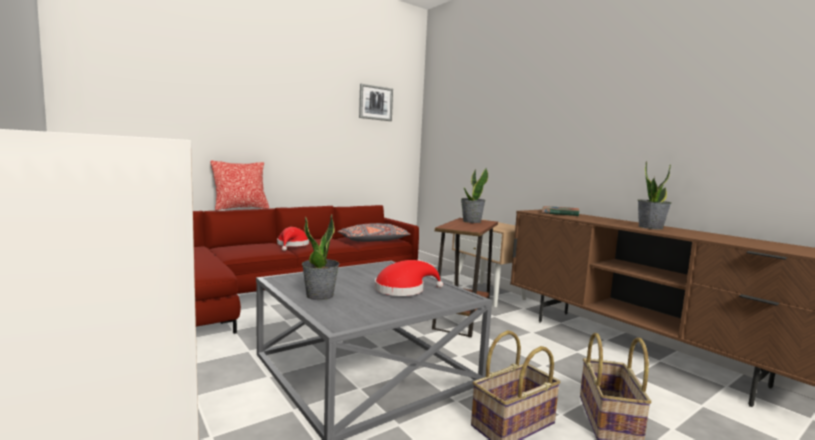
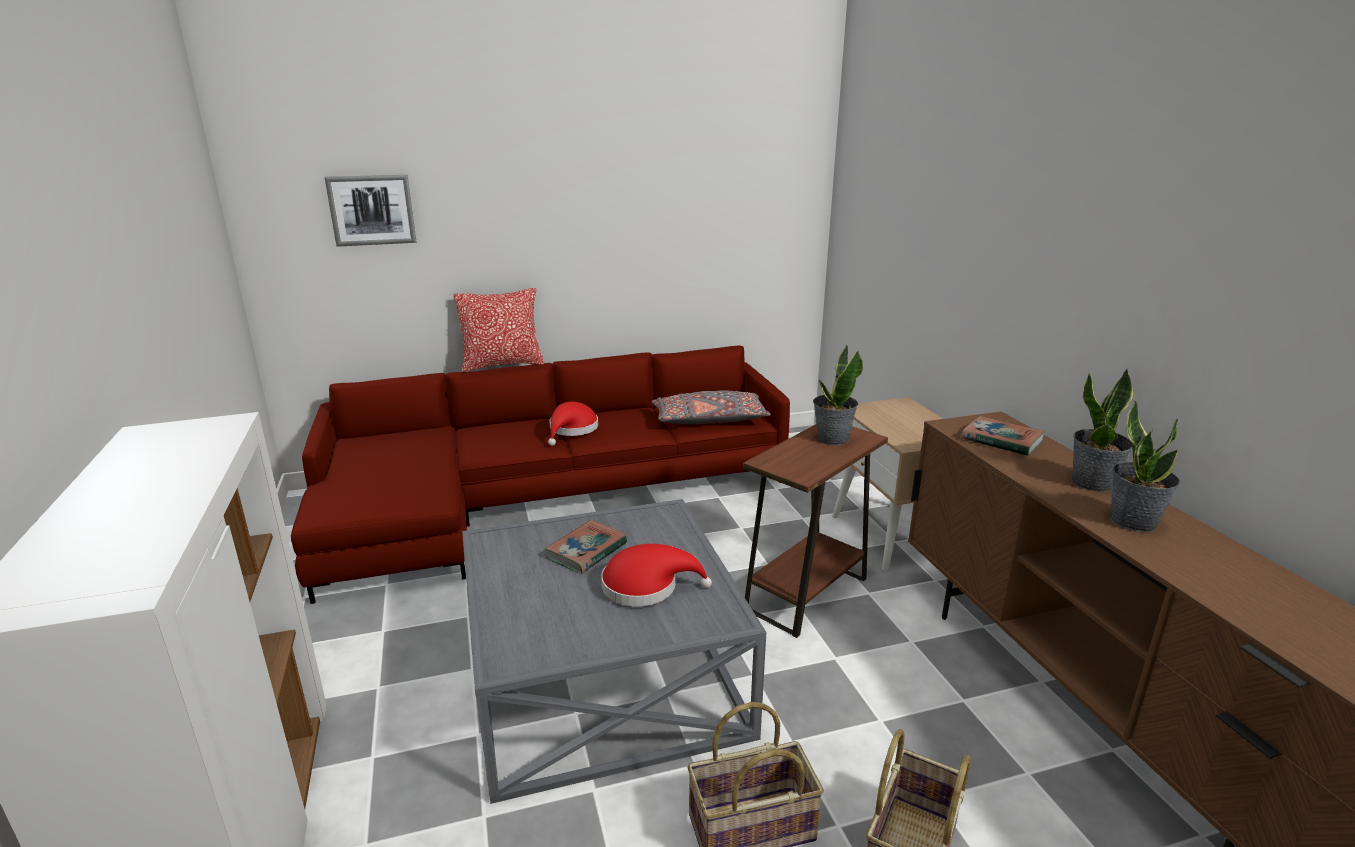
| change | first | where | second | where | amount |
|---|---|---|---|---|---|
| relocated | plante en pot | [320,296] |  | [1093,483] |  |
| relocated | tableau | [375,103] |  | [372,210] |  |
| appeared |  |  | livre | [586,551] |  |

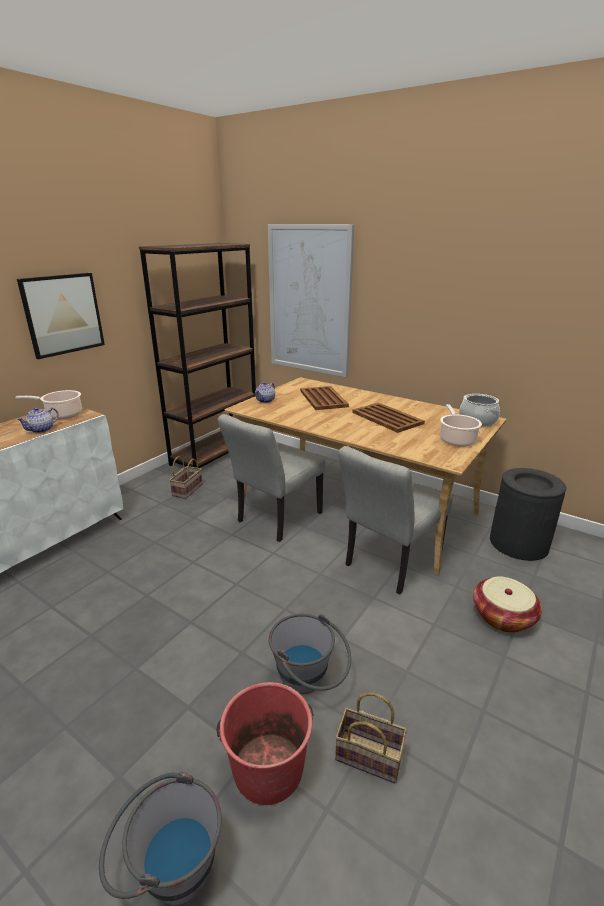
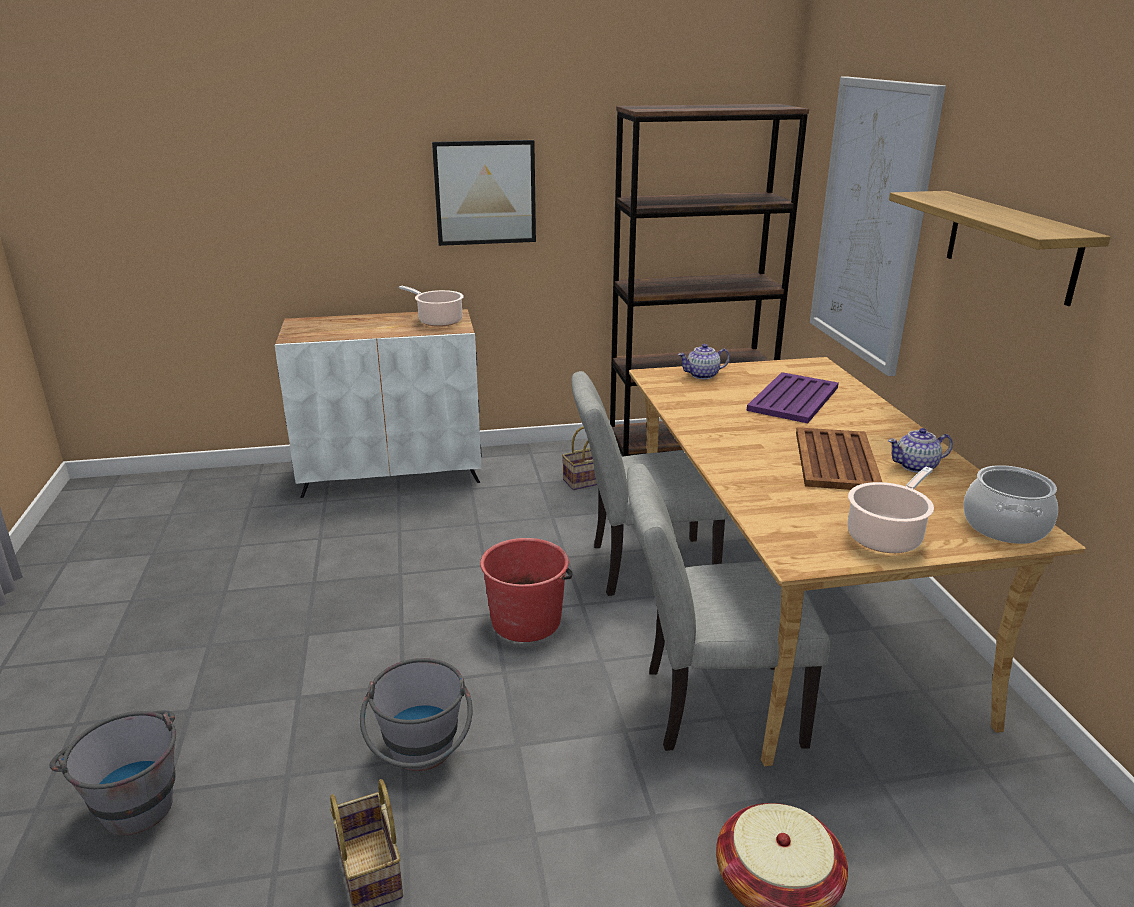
| change | first | where | second | where | amount |
|---|---|---|---|---|---|
| relocated | théière | [42,430] |  | [916,466] |  |
| relocated | seau (rouge) | [268,767] |  | [526,620] |  |
| colour | plateau (marron) | [323,398] | plateau (violet) | [794,398] |  |
| missing | poubelle (noir) | [518,543] |  |  |  |
| appeared |  |  | étagère | [1010,245] |  |

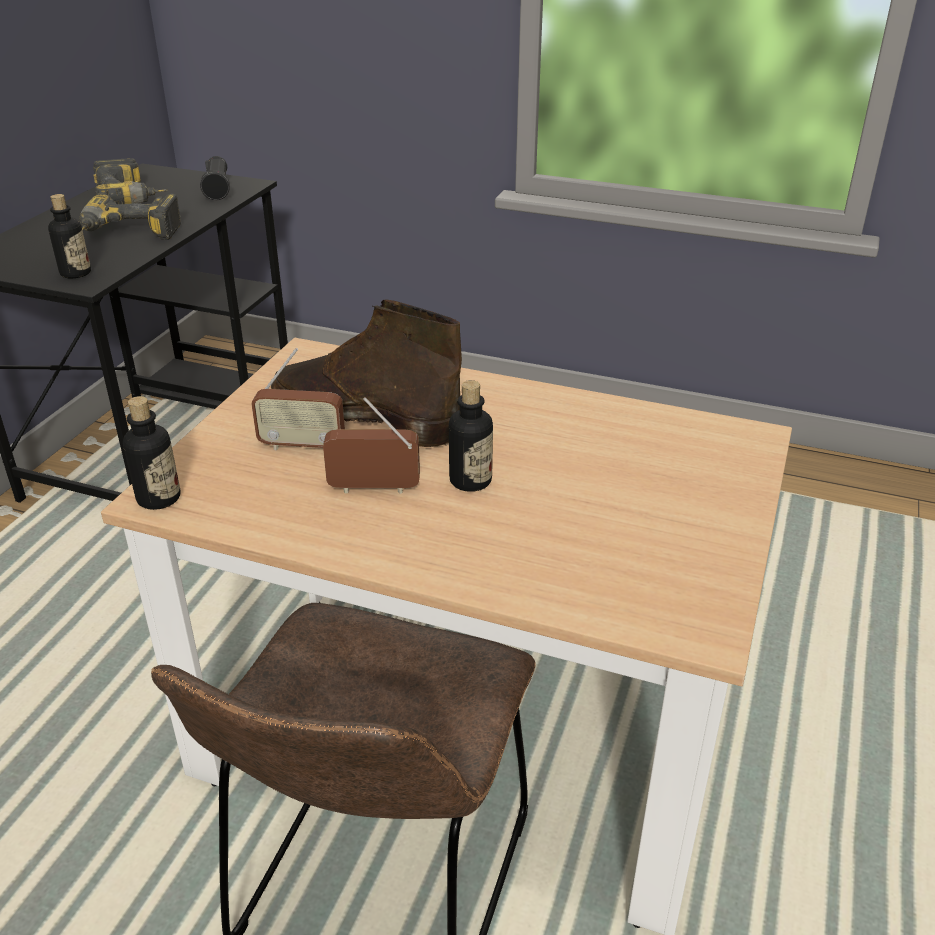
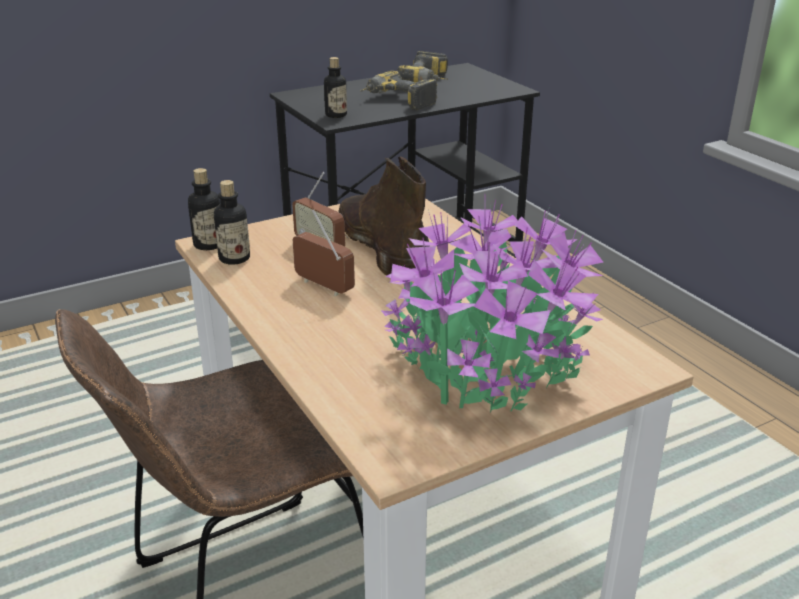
| change | first | where | second | where | amount |
|---|---|---|---|---|---|
| missing | lampe de poche (noir) | [218,189] |  |  |  |
| relocated | bouteille | [470,480] |  | [234,258] |  |
| appeared |  |  | plante en pot | [484,367] |  |

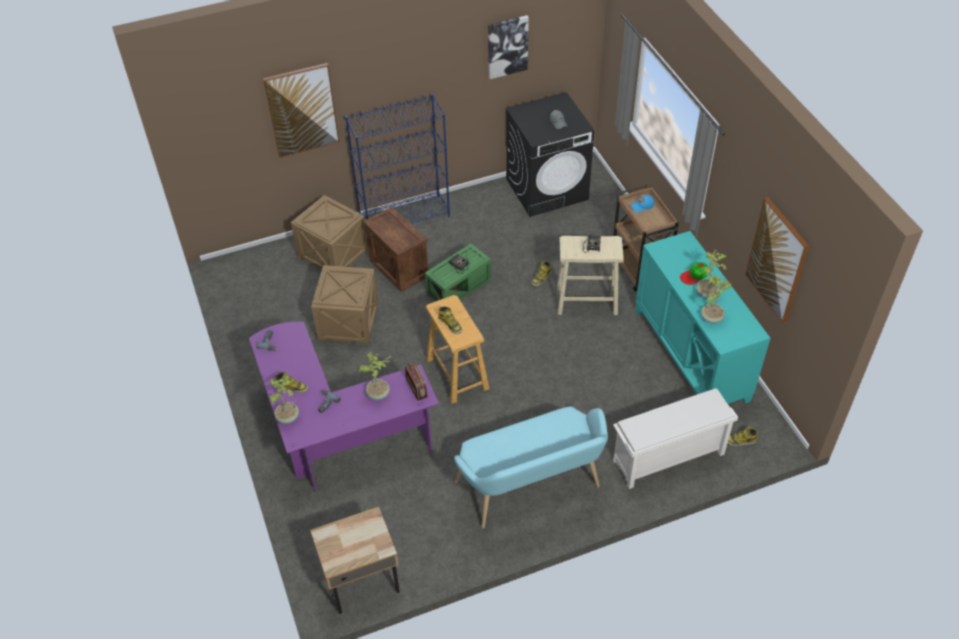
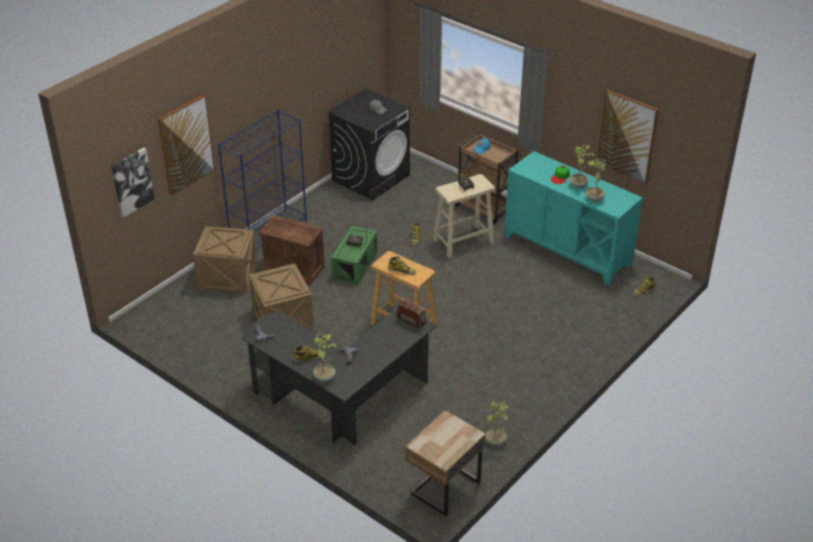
| change | first | where | second | where | amount |
|---|---|---|---|---|---|
| colour | bureau (violet) | [335,435] | bureau (noir) | [339,401] |  |
| relocated | plante en pot | [378,394] |  | [496,441] |  |
| missing | banc (turquoise) | [531,488] |  |  |  |
| relocated | tableau | [507,46] |  | [132,181] |  |
| missing | étagère à chaussures (blanc) | [667,458] |  |  |  |

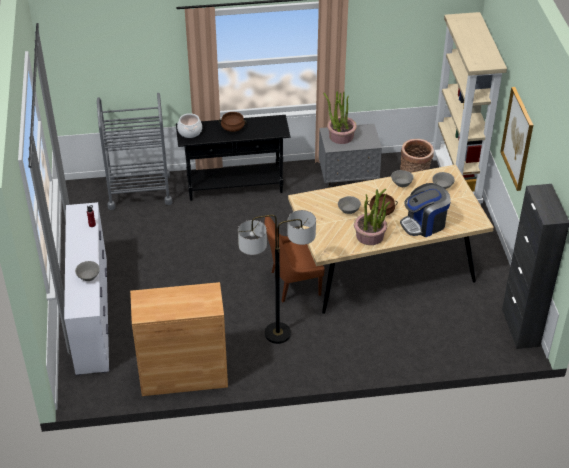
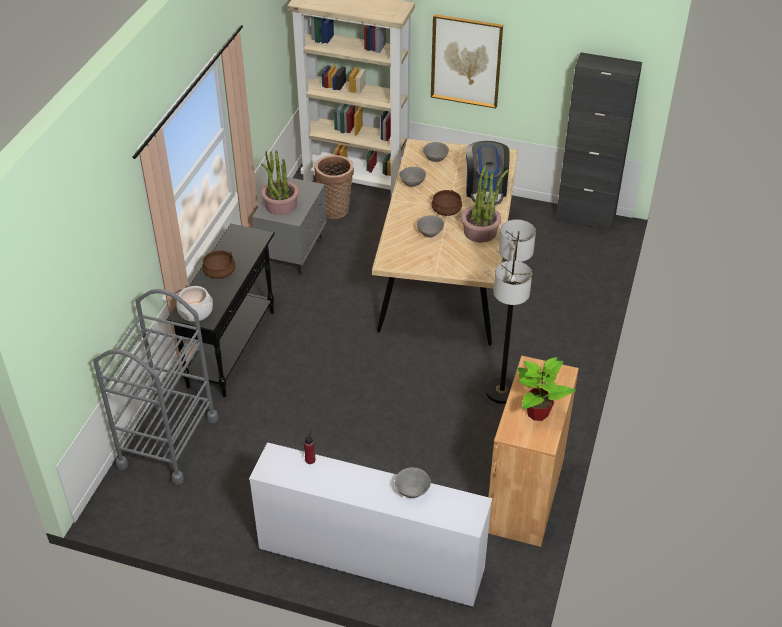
| change | first | where | second | where | amount |
|---|---|---|---|---|---|
| missing | chaise (marron) | [293,284] |  |  |  |
| appeared |  |  | plante en pot | [538,412] |  |

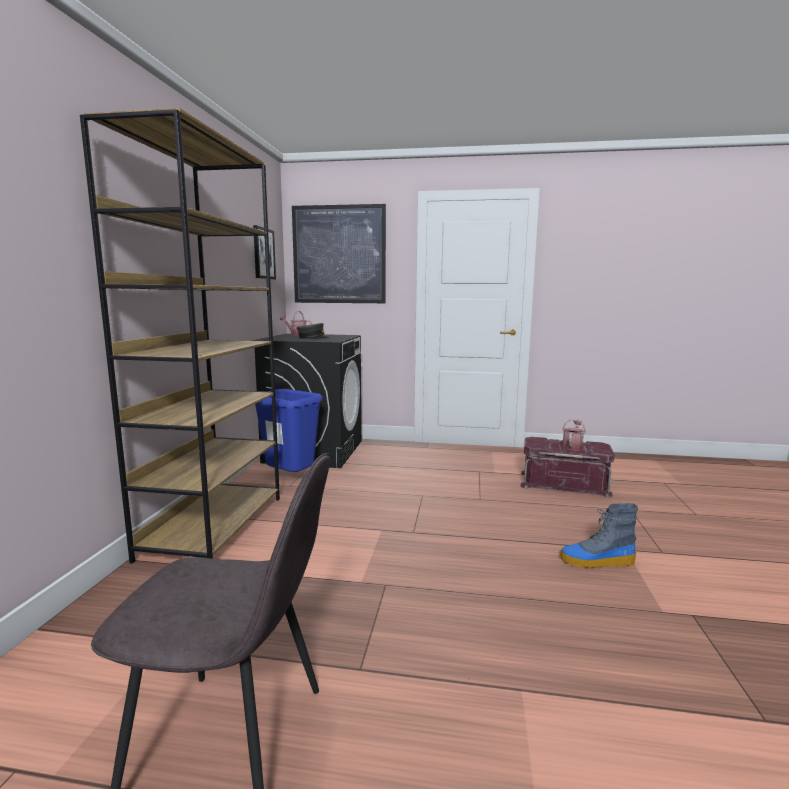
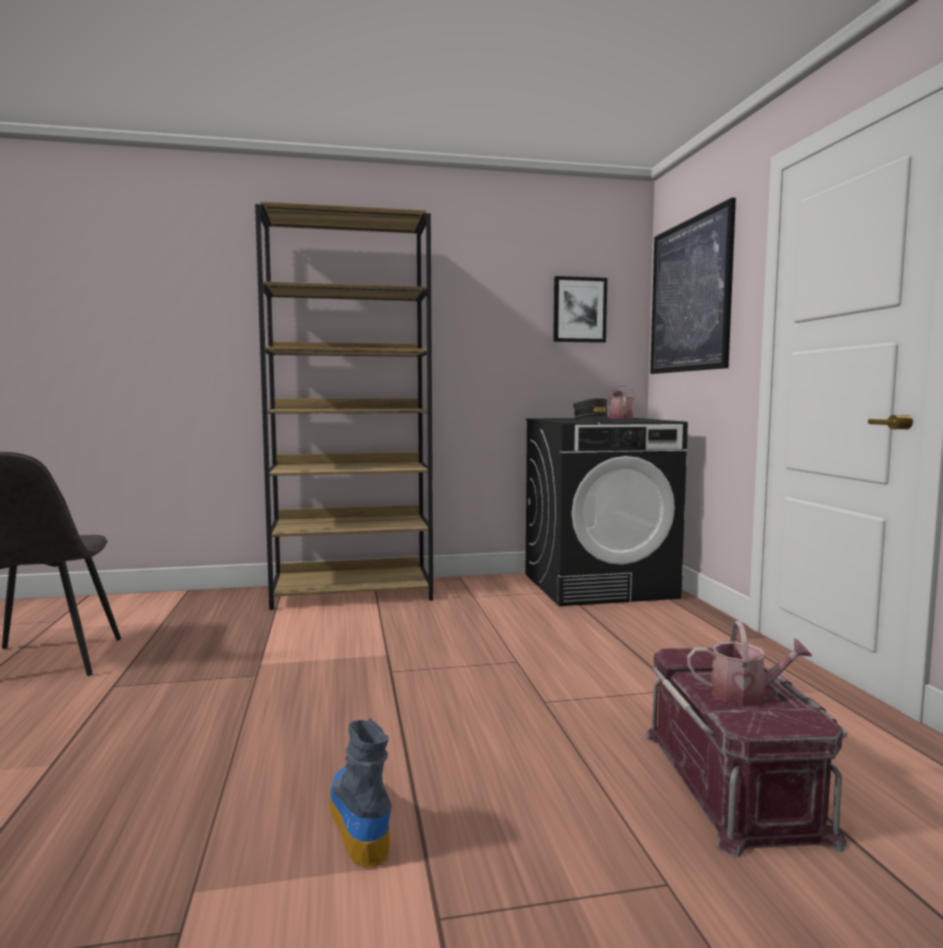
| change | first | where | second | where | amount |
|---|---|---|---|---|---|
| missing | poubelle (bleu) | [291,480] |  |  |  |

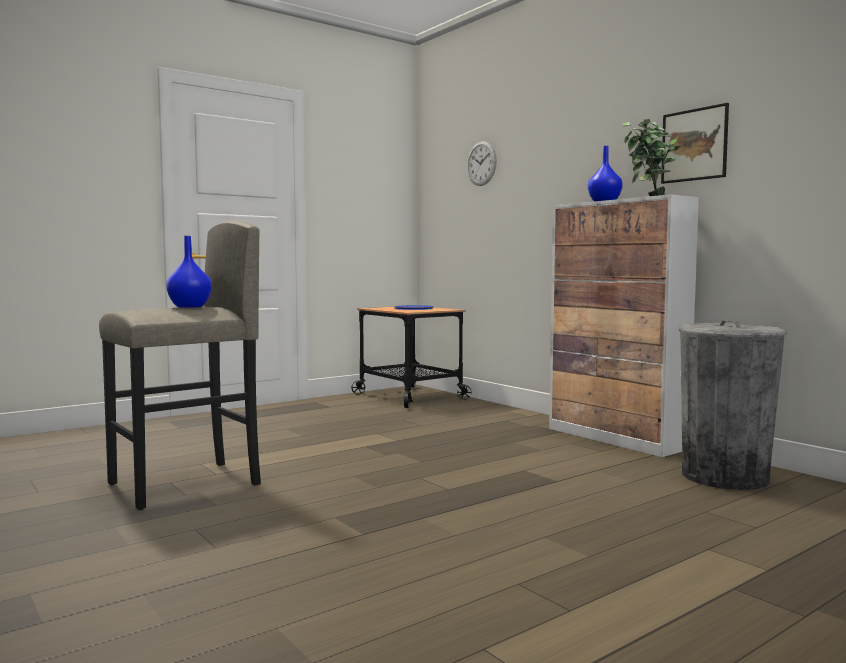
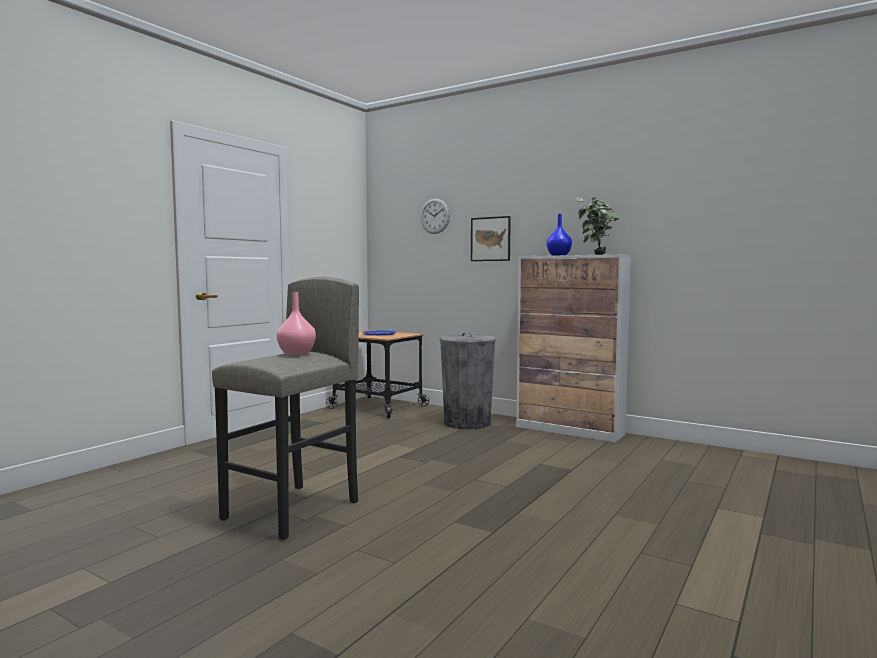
| change | first | where | second | where | amount |
|---|---|---|---|---|---|
| colour | vase (bleu) | [190,306] | vase (rose) | [297,354] |  |
| relocated | tableau | [694,145] |  | [490,239] |  |
| relocated | poubelle (gris) | [724,476] |  | [467,423] |  |

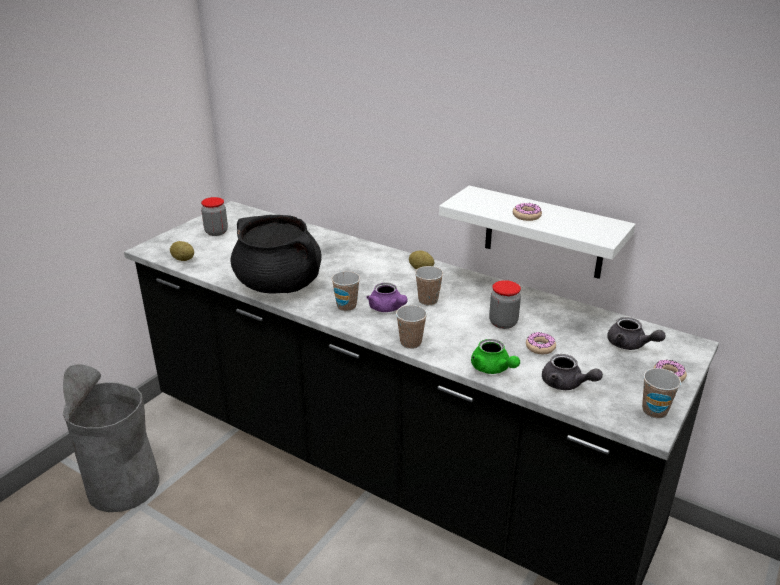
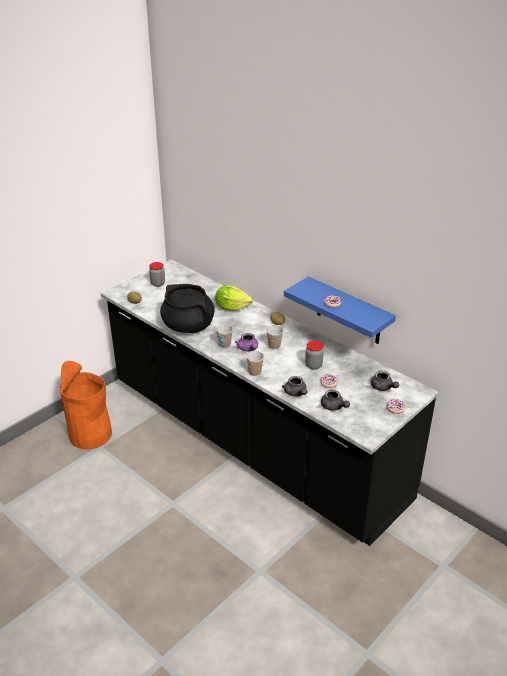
| change | first | where | second | where | amount |
|---|---|---|---|---|---|
| colour | poubelle (gris) | [123,486] | poubelle (orange) | [90,434] |  |
| colour | étagère (blanc) | [544,233] | étagère (bleu) | [348,312] |  |
| colour | théière (vert) | [493,369] | théière (gris) | [296,393] |  |
| missing | tasse | [654,411] |  |  |  |
| appeared |  |  | laitue | [232,307] |  |

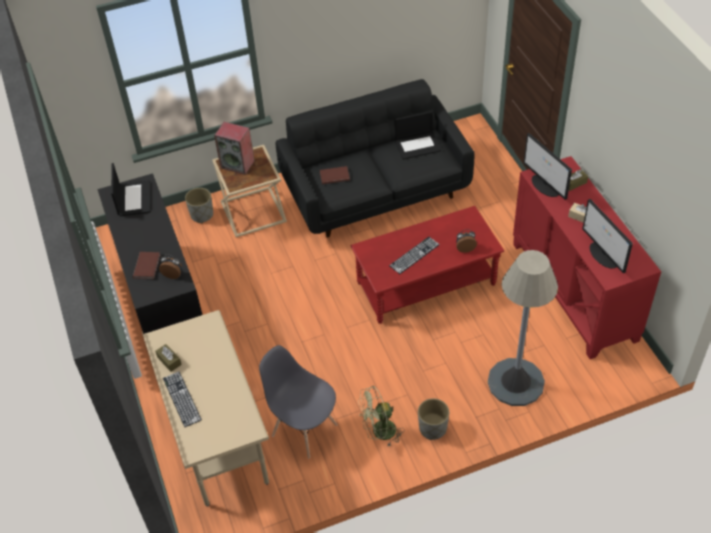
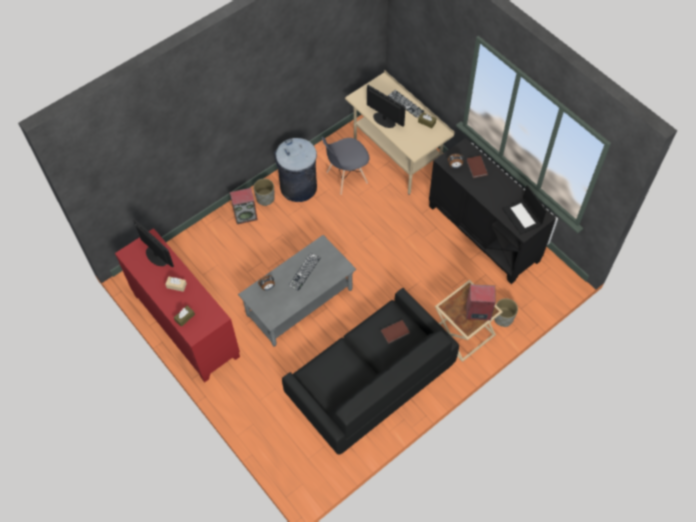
| change | first | where | second | where | amount |
|---|---|---|---|---|---|
| spun | chaise (gris) | [304,429] |  | [346,177] | 135 degrees clockwise |
| colour | table basse (rouge) | [426,283] | table basse (gris) | [299,302] |  |
| exchanged | ventilateur (vert) | [379,432] | poubelle (gris) | [298,187] |  |
| missing | ordinateur portable | [418,145] |  |  |  |
| missing | lampadaire (gris) | [515,382] |  |  |  |
| relocated | écran d'ordinateur | [545,186] |  | [384,119] |  |
| appeared |  |  | enceinte | [245,215] |  |

